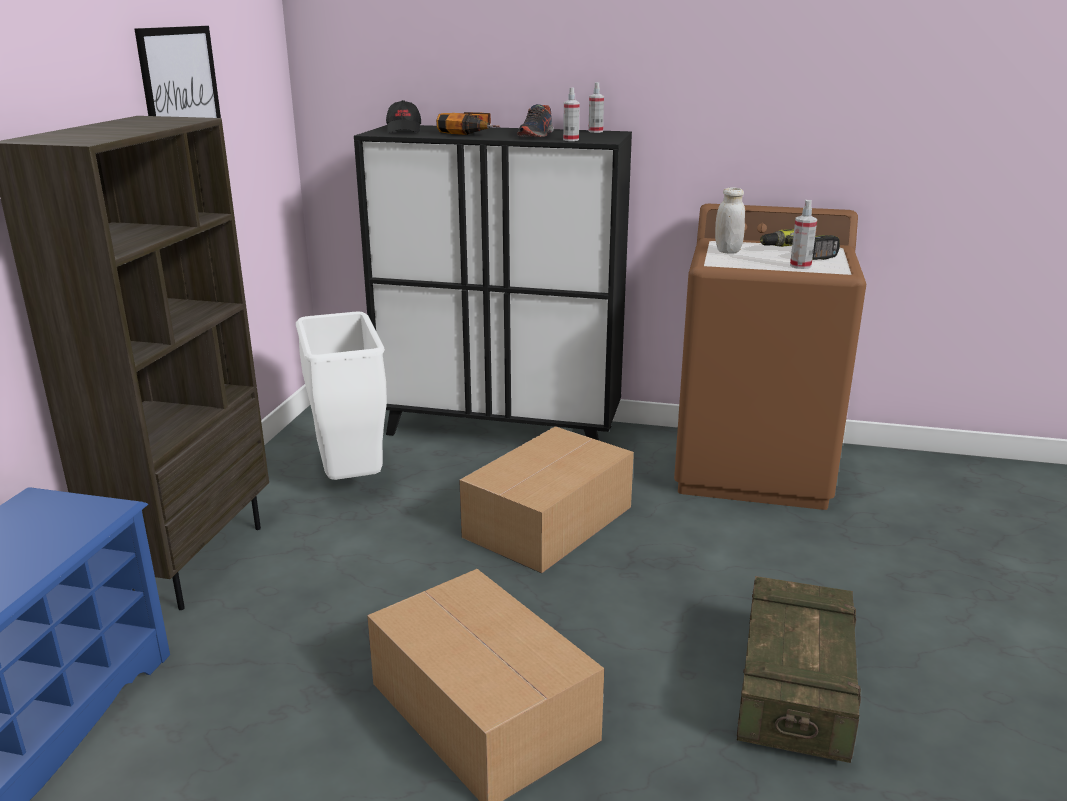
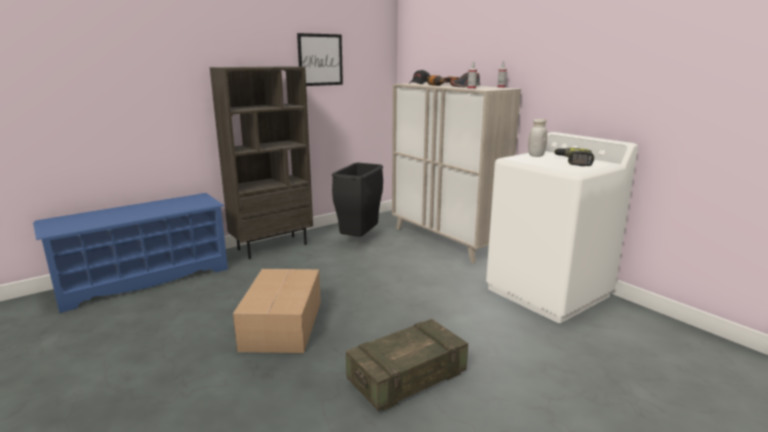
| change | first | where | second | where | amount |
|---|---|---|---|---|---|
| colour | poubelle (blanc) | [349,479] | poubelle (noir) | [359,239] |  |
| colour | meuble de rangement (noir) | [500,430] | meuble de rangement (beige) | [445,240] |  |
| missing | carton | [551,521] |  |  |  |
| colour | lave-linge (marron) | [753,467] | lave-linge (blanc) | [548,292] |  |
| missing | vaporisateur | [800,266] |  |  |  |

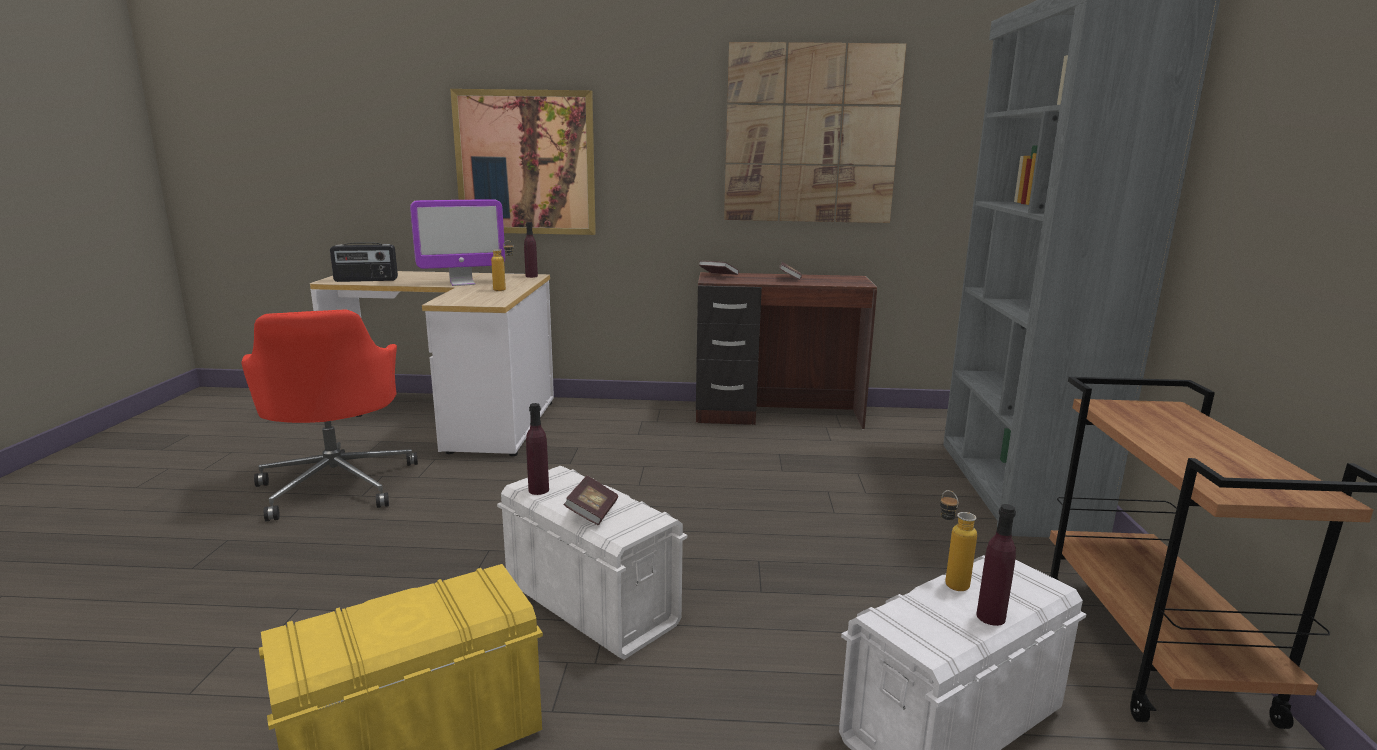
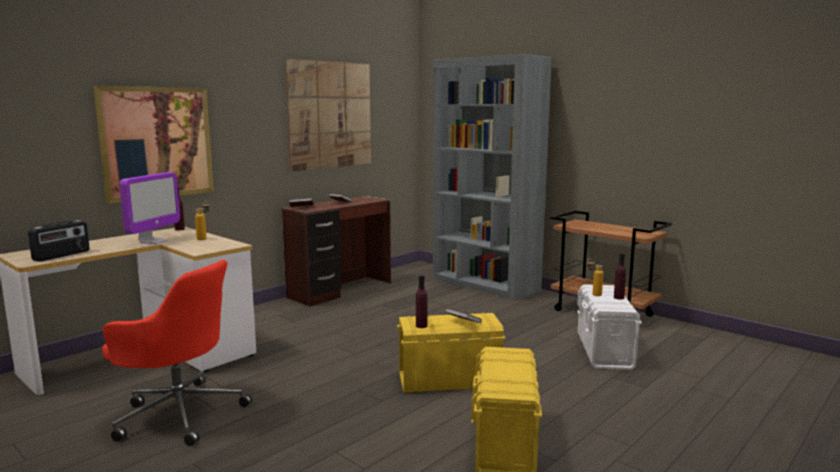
| change | first | where | second | where | amount |
|---|---|---|---|---|---|
| colour | boîte de rangement (blanc) | [590,603] | boîte de rangement (jaune) | [448,381] |  |

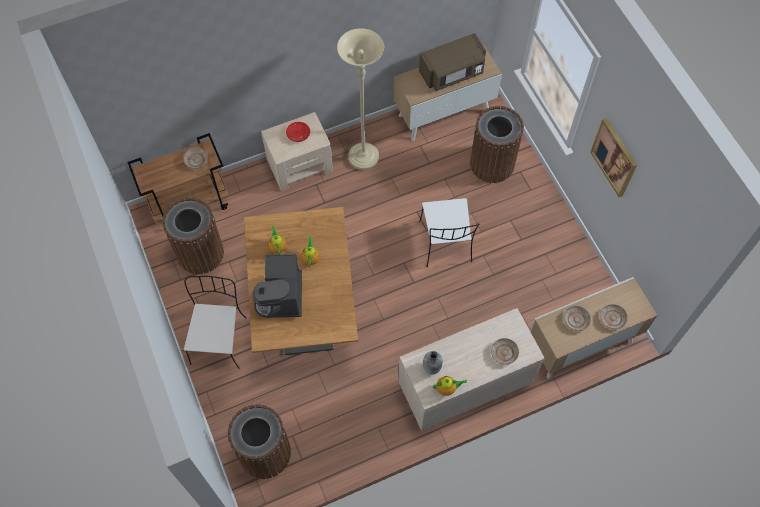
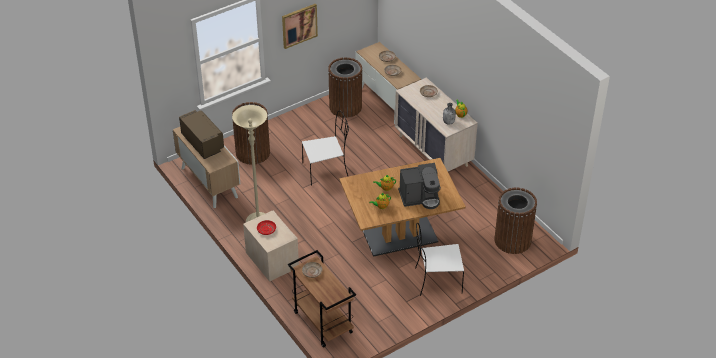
| change | first | where | second | where | amount |
|---|---|---|---|---|---|
| relocated | poubelle (marron) | [200,253] |  | [345,107] |  |

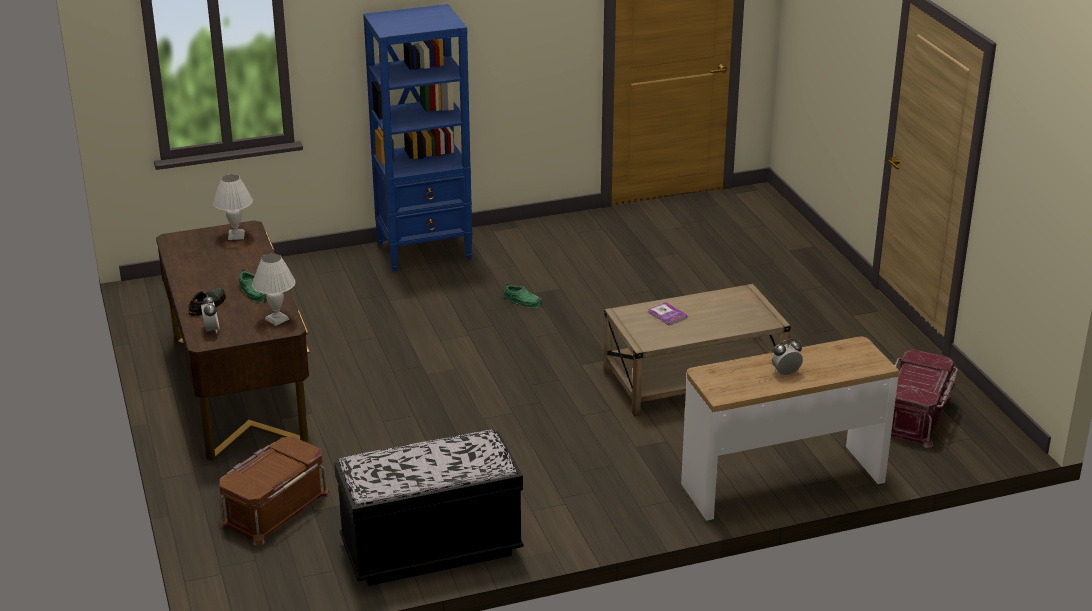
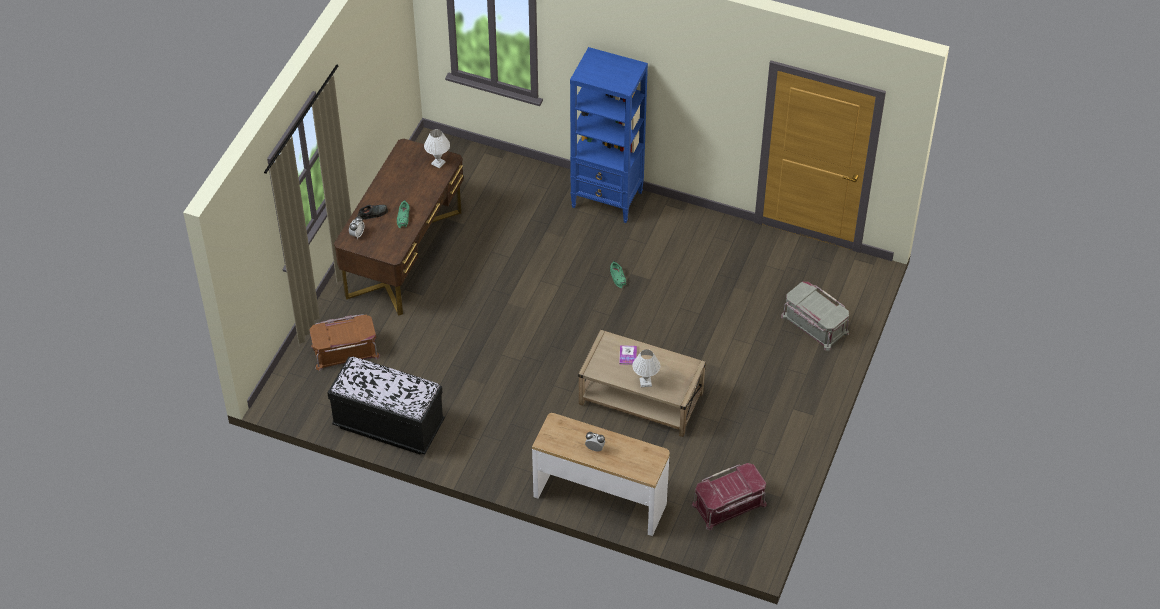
| change | first | where | second | where | amount |
|---|---|---|---|---|---|
| relocated | lampe de table (blanc) | [276,320] |  | [645,382] |  |
| appeared |  |  | boîte de rangement (gris) | [814,324] |  |

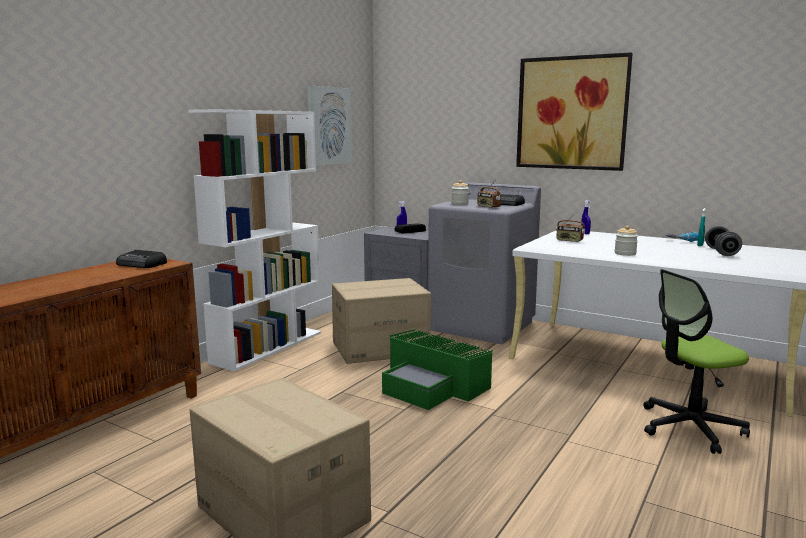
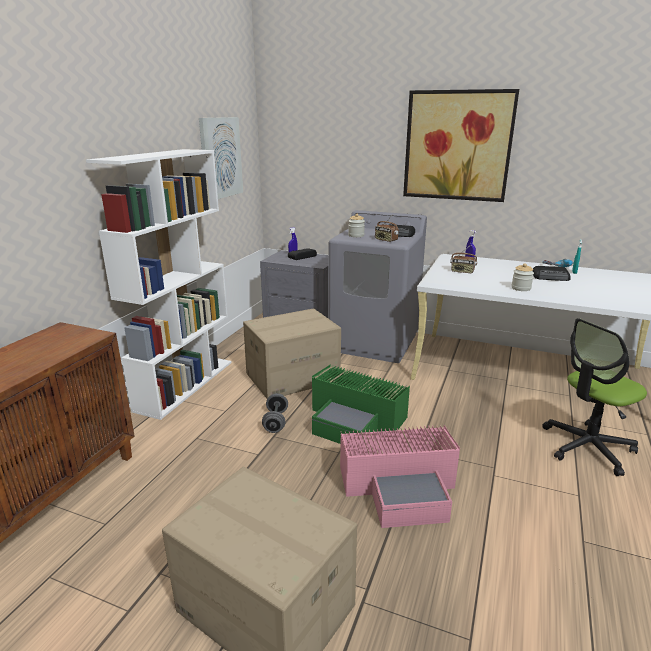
| change | first | where | second | where | amount |
|---|---|---|---|---|---|
| relocated | radio | [142,264] |  | [551,277] |  |
| relocated | haltère (gris) | [721,252] |  | [275,422] |  |
| appeared |  |  | boîte de rangement (rose) | [401,486] |  |

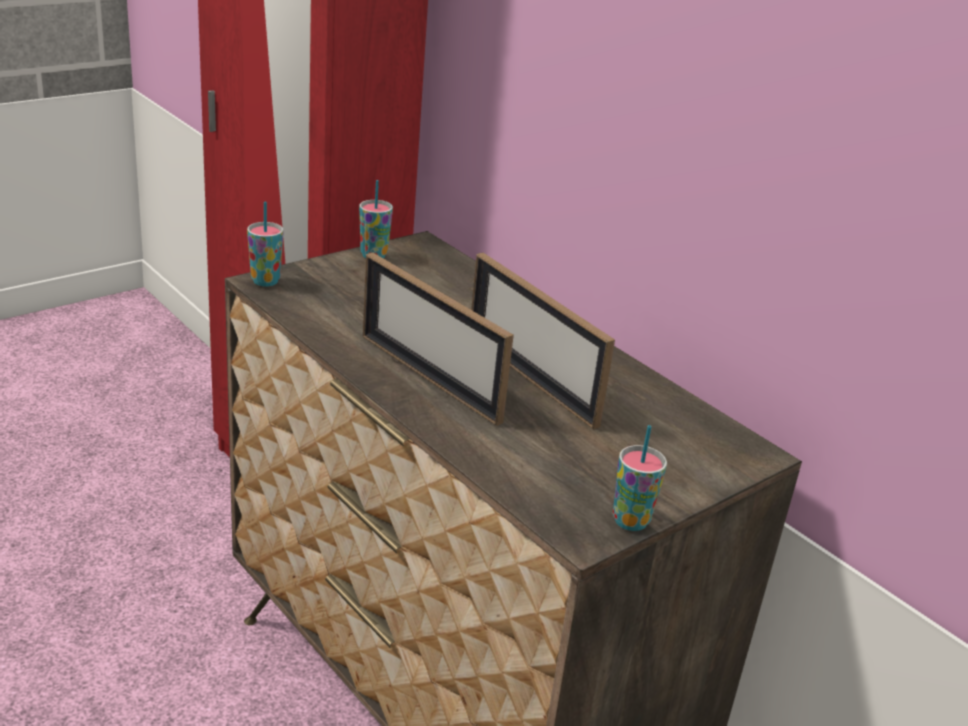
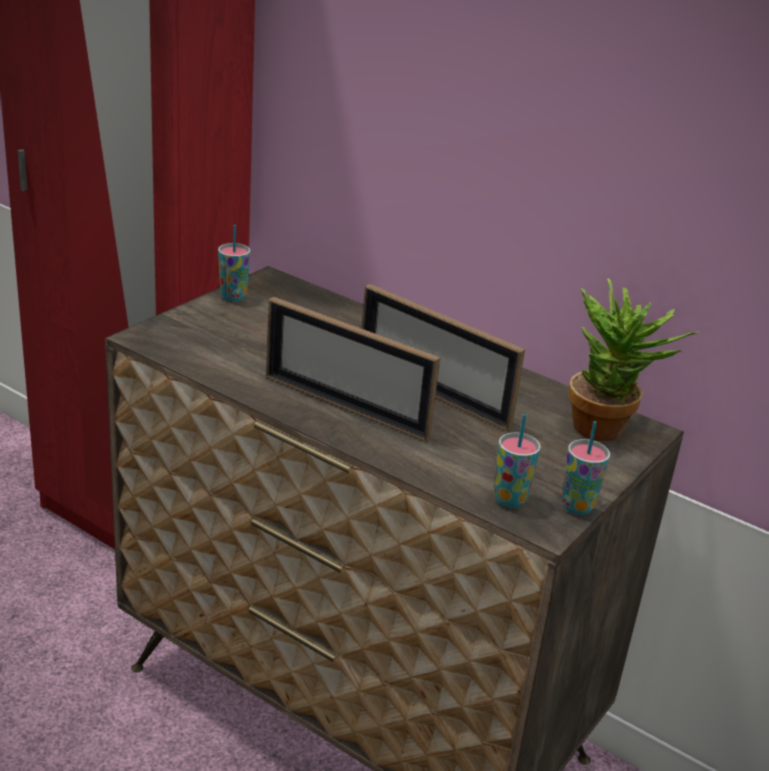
| change | first | where | second | where | amount |
|---|---|---|---|---|---|
| relocated | tasse | [265,281] |  | [510,499] |  |
| appeared |  |  | plante en pot | [608,431] |  |

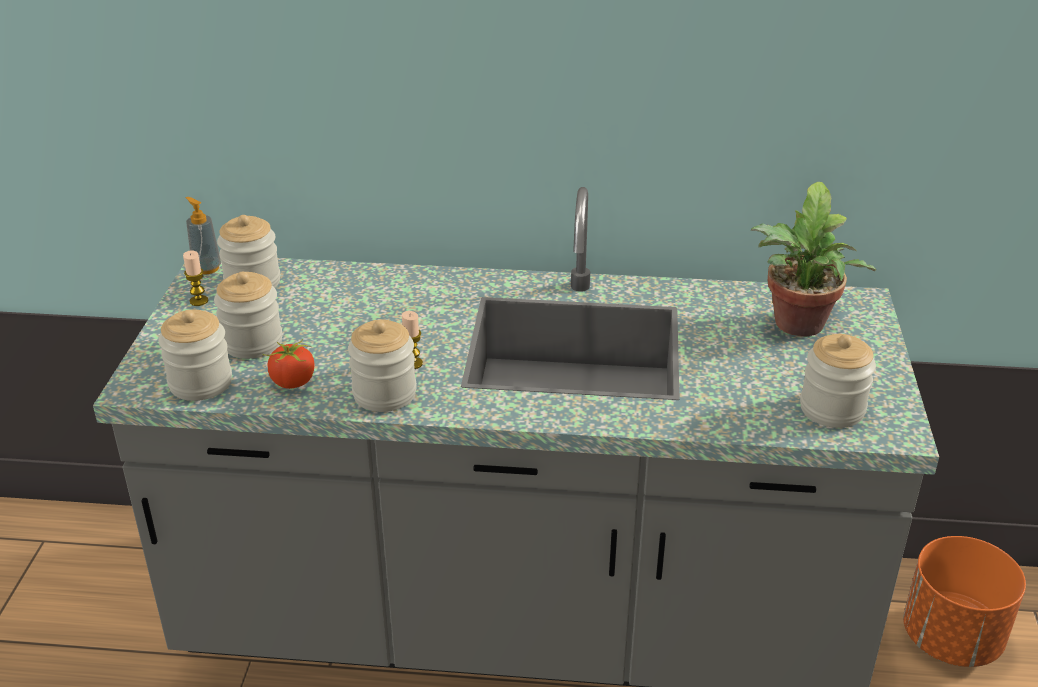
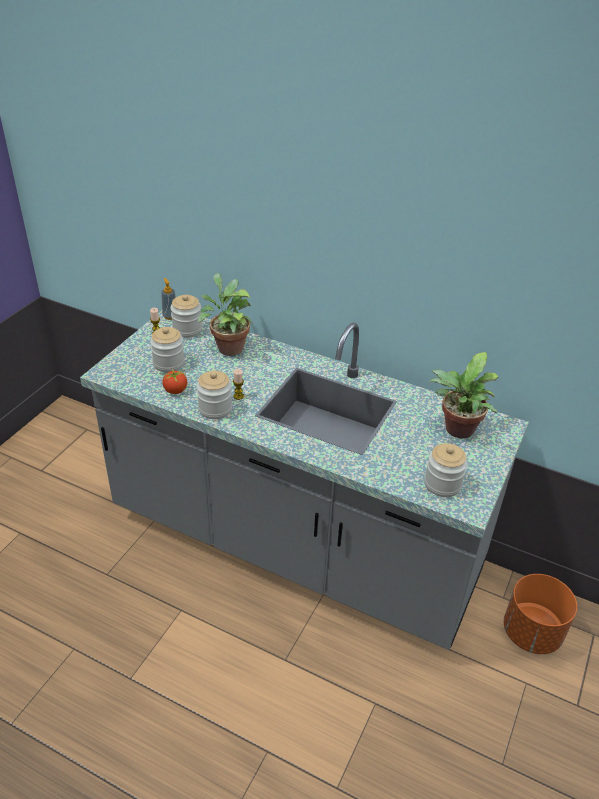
| change | first | where | second | where | amount |
|---|---|---|---|---|---|
| missing | bocal | [200,383] |  |  |  |
| appeared |  |  | plante en pot | [228,347] |  |

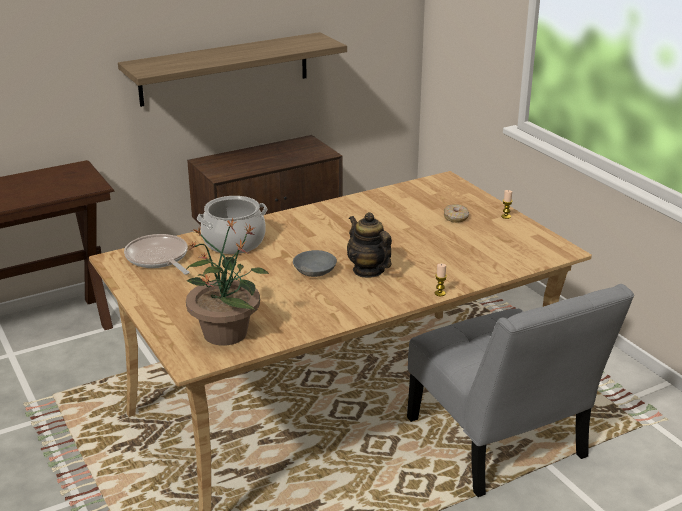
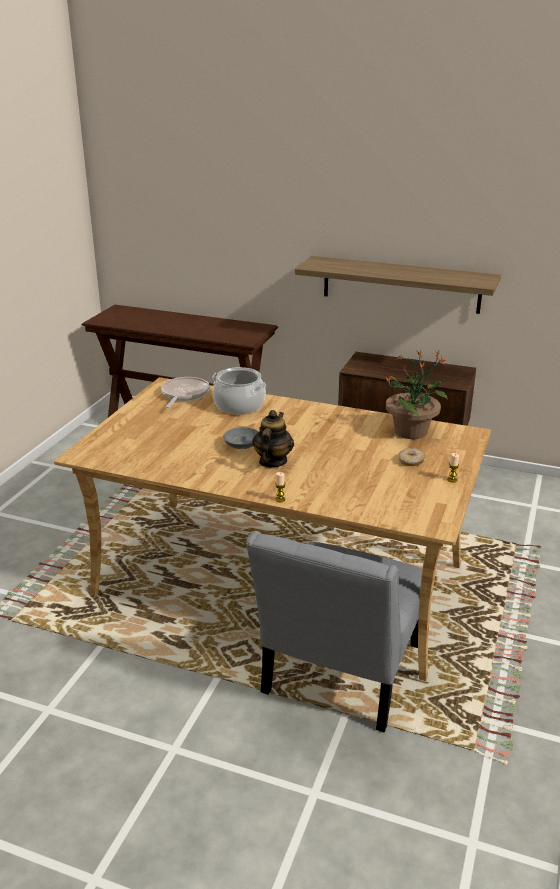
| change | first | where | second | where | amount |
|---|---|---|---|---|---|
| relocated | plante en pot | [226,332] |  | [411,431] |  |

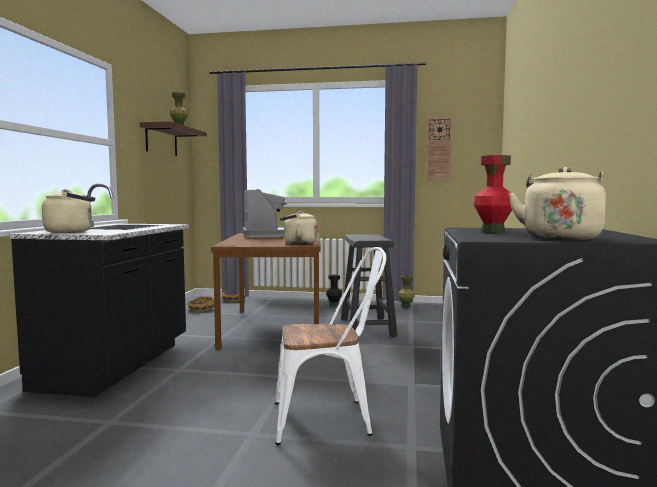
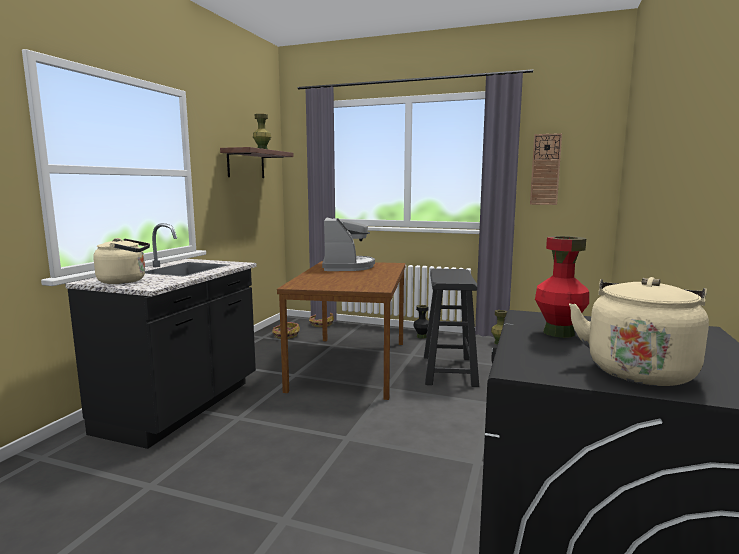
| change | first | where | second | where | amount |
|---|---|---|---|---|---|
| missing | chaise (blanc) | [330,419] |  |  |  |
| missing | bouilloire (beige) | [298,243] |  |  |  |

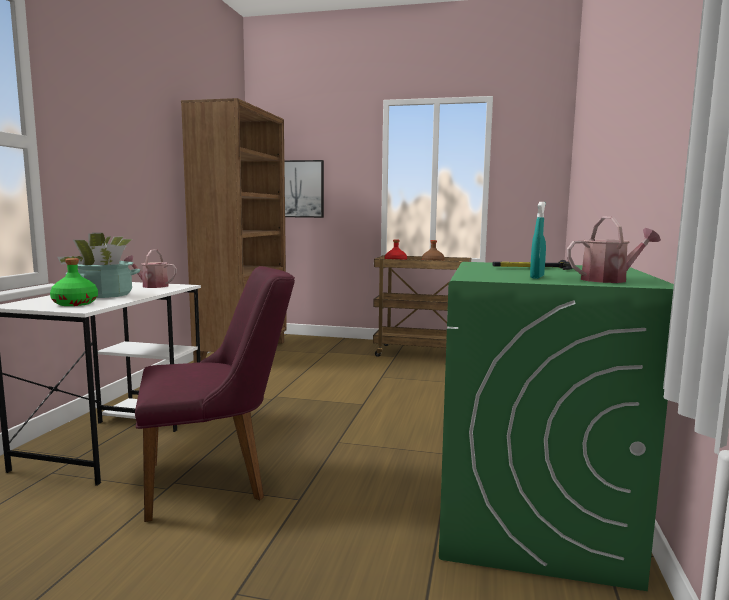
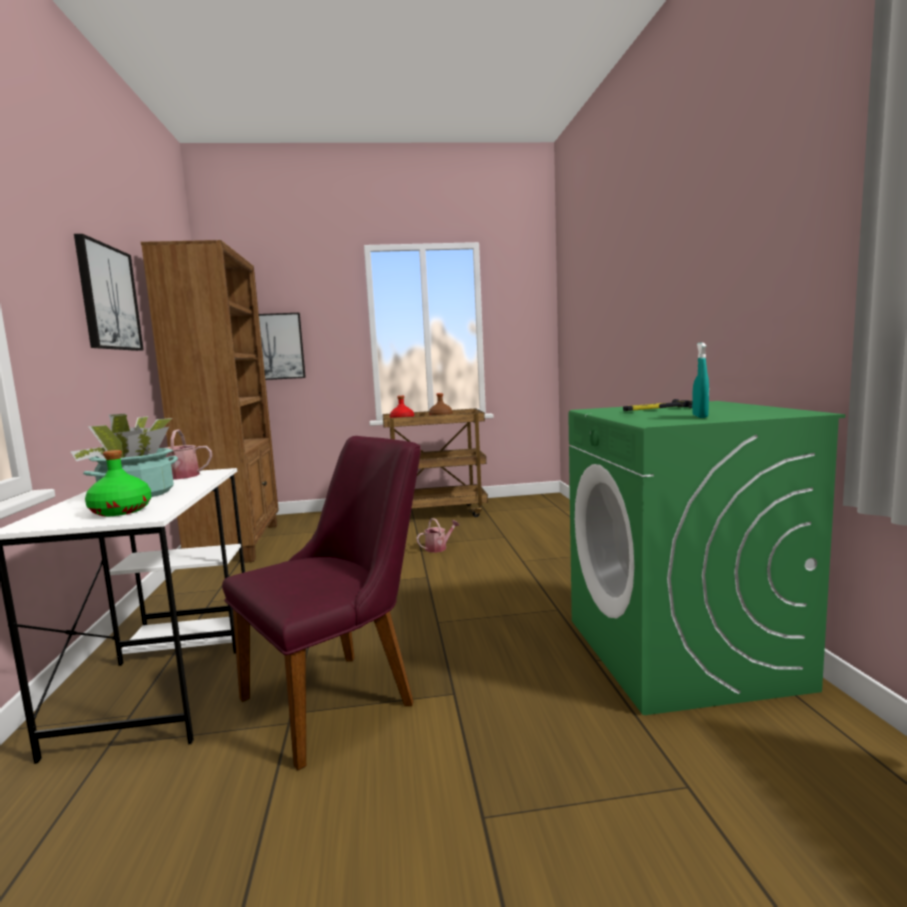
| change | first | where | second | where | amount |
|---|---|---|---|---|---|
| relocated | arrosoir | [609,280] |  | [438,548] |  |
| appeared |  |  | tableau | [108,298] |  |

